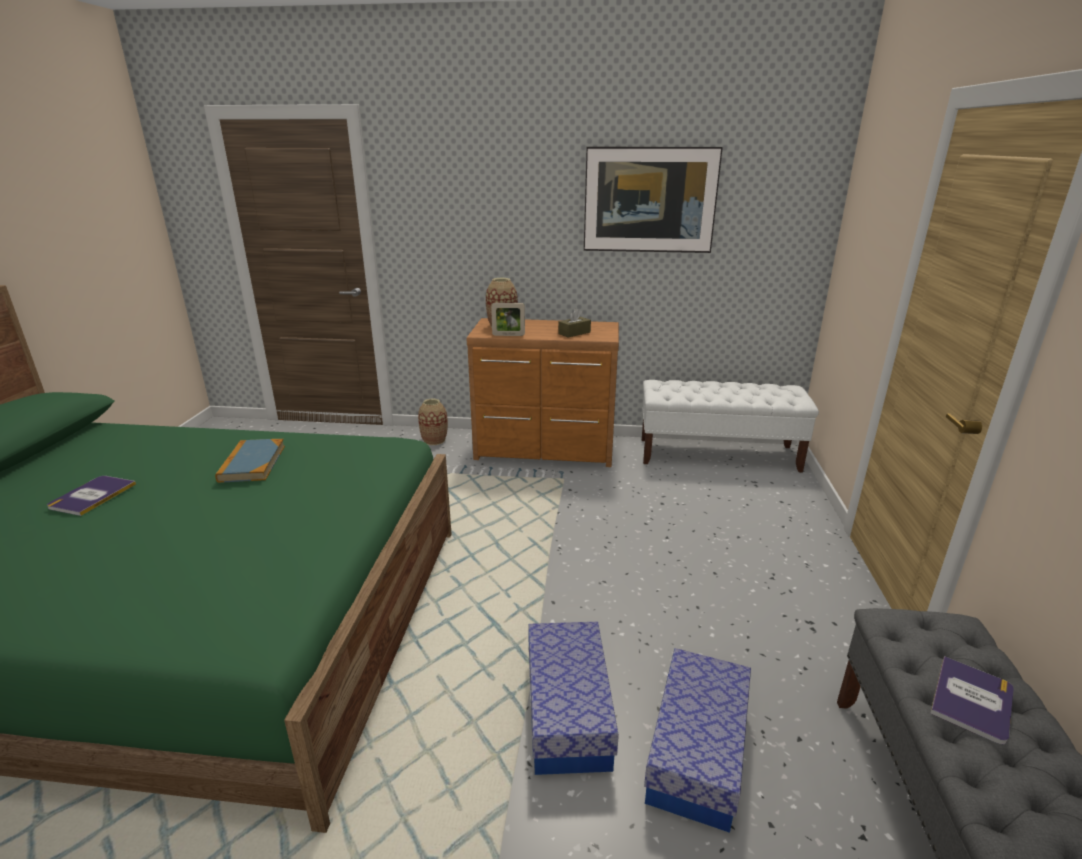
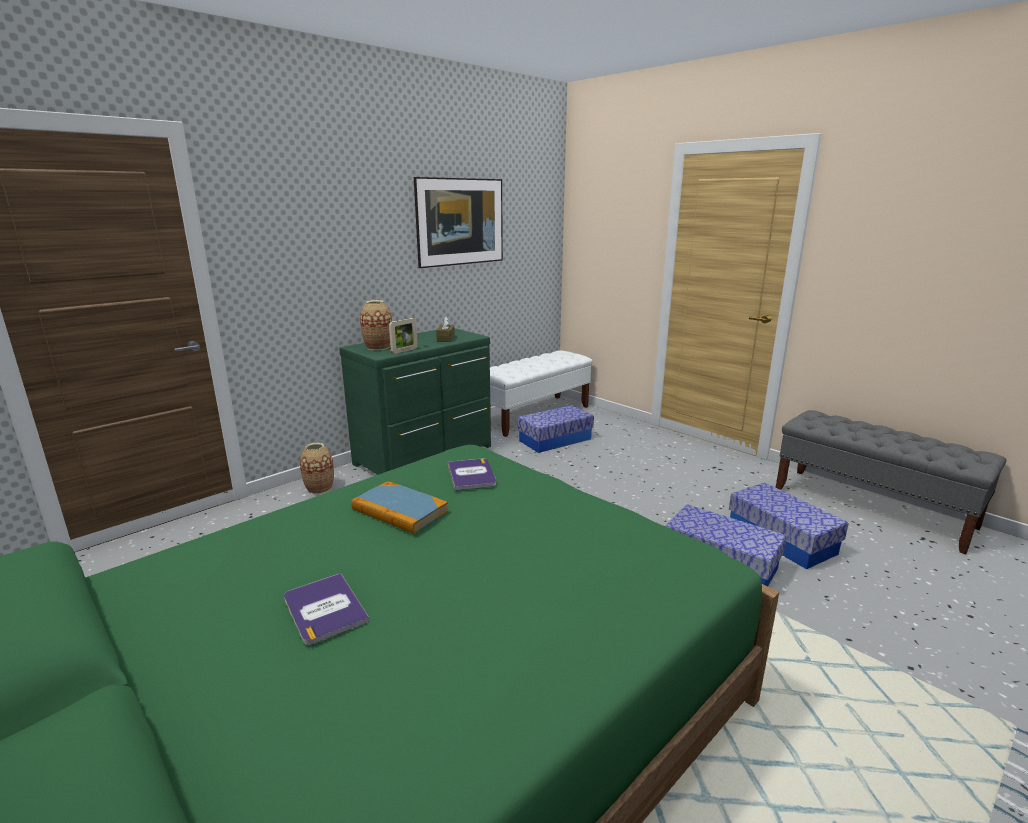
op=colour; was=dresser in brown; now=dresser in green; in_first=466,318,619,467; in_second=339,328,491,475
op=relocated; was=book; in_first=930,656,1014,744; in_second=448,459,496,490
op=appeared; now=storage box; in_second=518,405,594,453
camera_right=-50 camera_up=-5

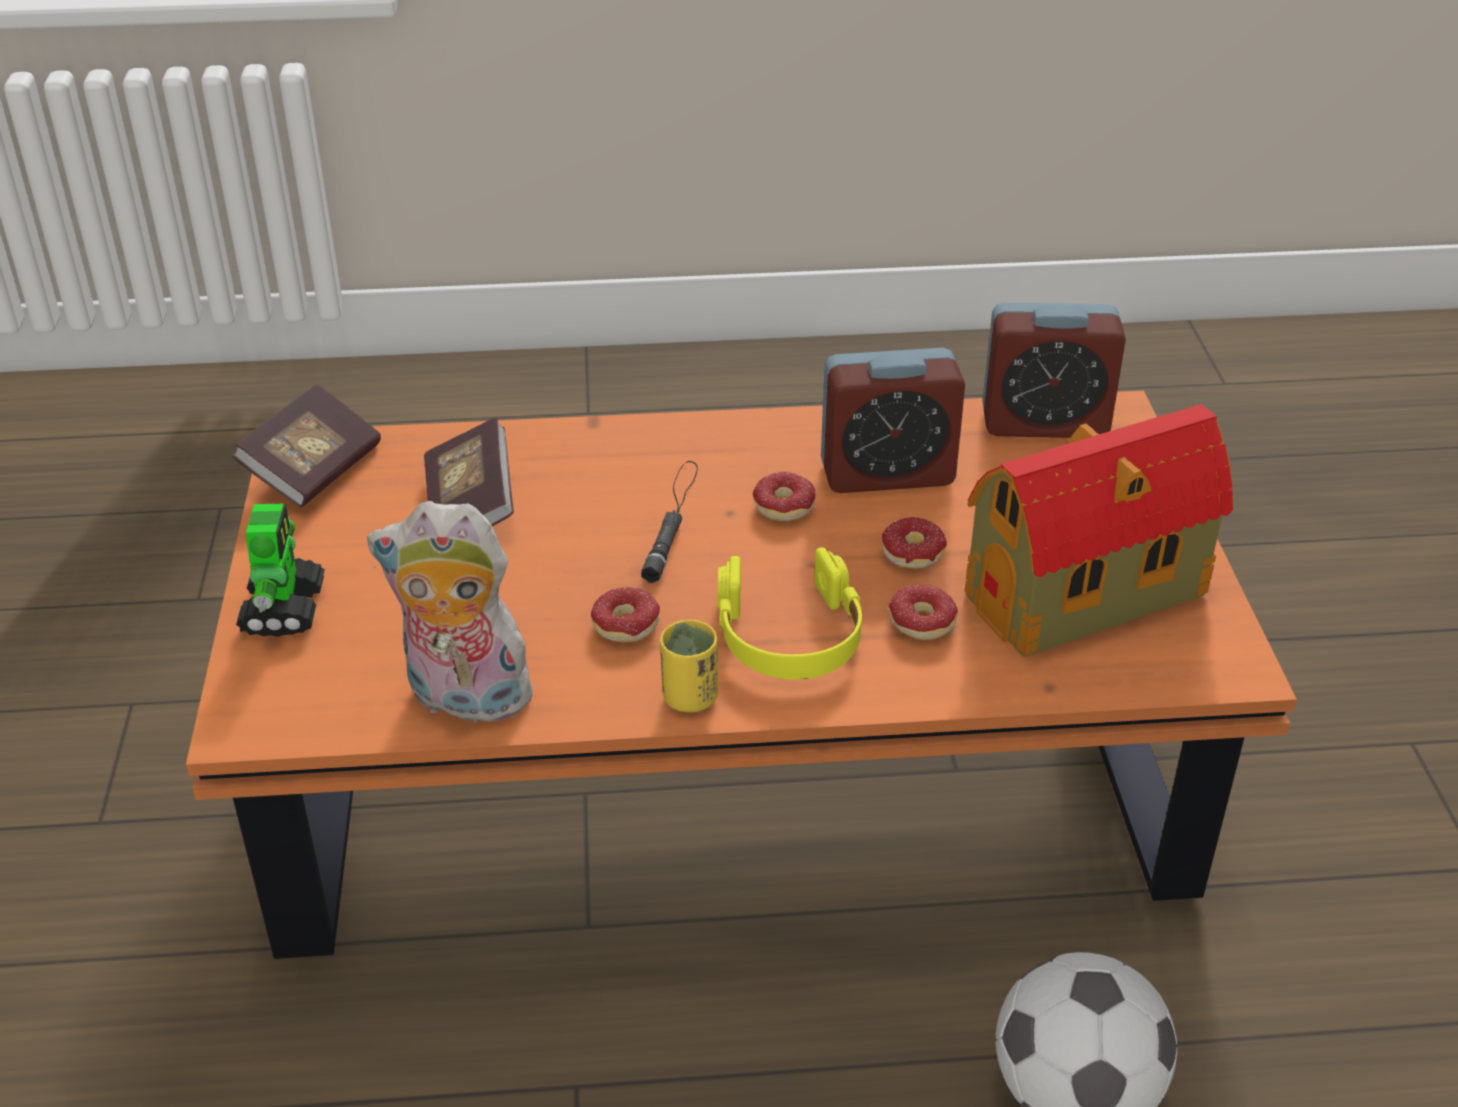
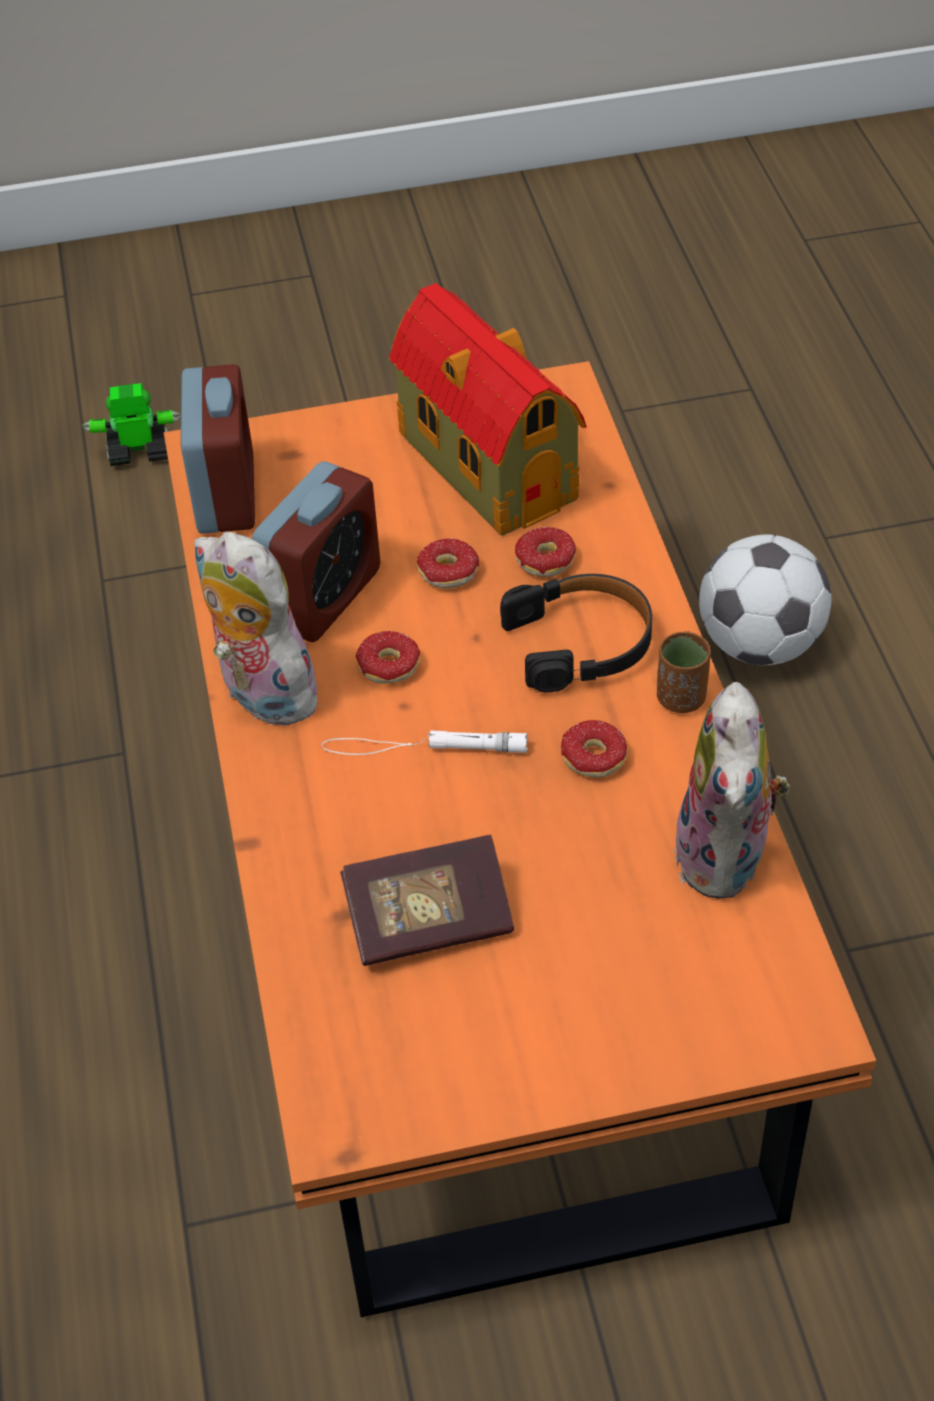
op=relocated; was=toy robot; in_first=236,504,325,637; in_second=82,383,181,466
op=appeared; now=plush toy; in_second=194,532,330,726
op=spun; was=alarm clock; in_first=821,348,965,493; in_second=252,461,380,642; clockwise=45
op=colour; was=flashlight in black; now=flashlight in white; in_first=641,461,698,583; in_second=322,730,528,755
op=colour; was=headphones in yellow; now=headphones in black; in_first=718,547,862,680; in_second=500,574,652,693
op=colour; was=cup in yellow; now=cup in brown; in_first=660,619,718,712; in_second=657,631,711,713
op=missing; was=book; in_first=233,384,381,508
camera_right=-95 camera_up=10

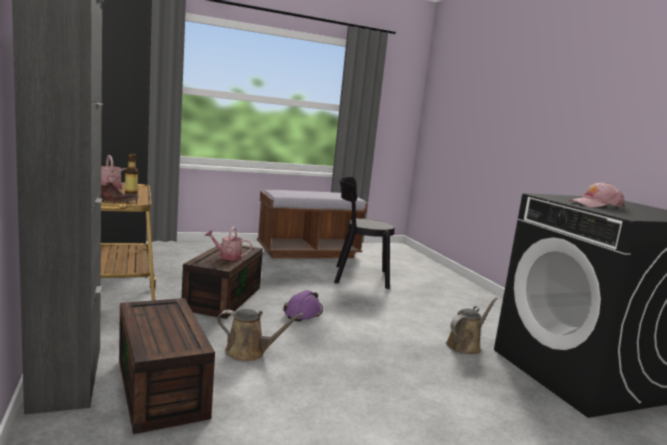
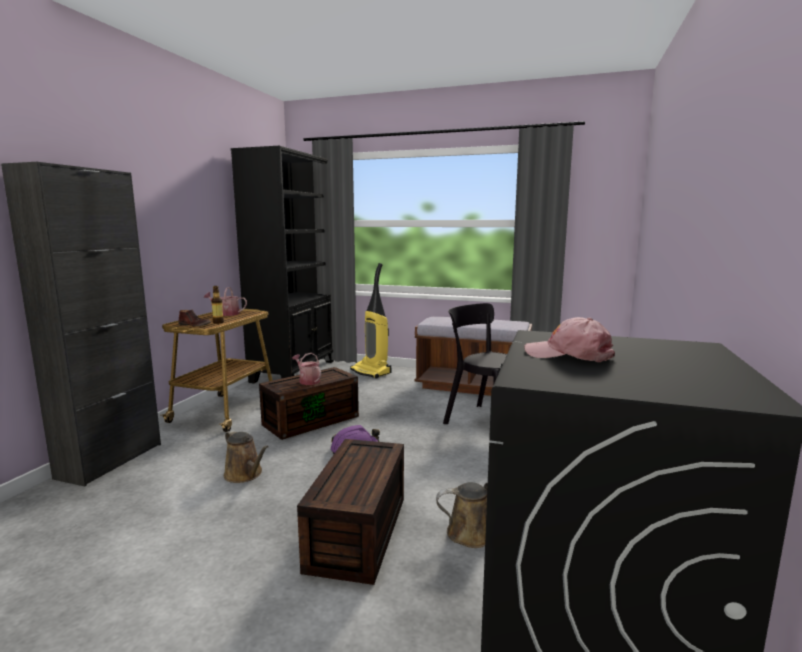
op=relocated; was=storage box in brown; in_first=119,298,215,434; in_second=297,439,404,585
op=appeared; now=vacuum cleaner; in_second=350,263,391,379
camera_right=40 camera_up=0

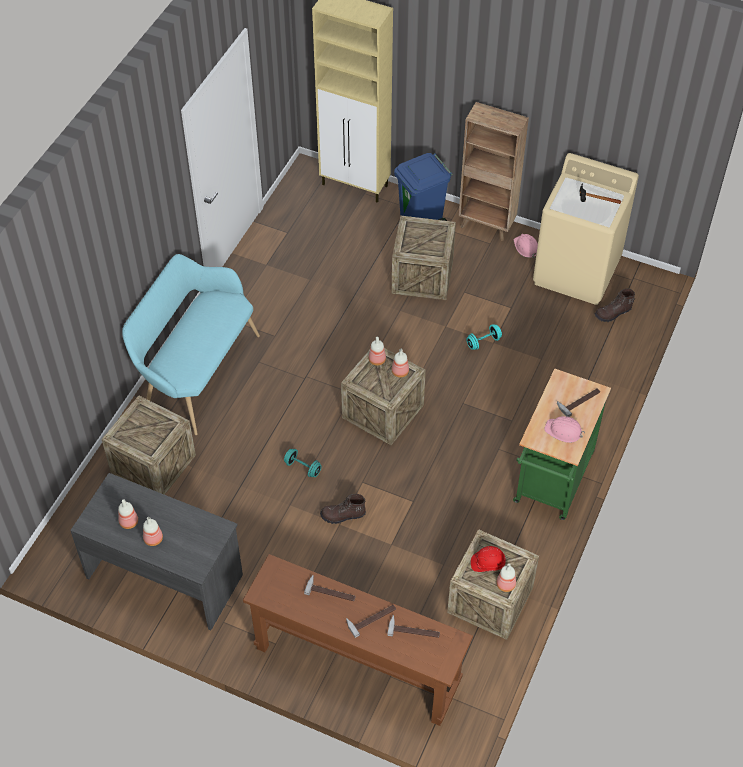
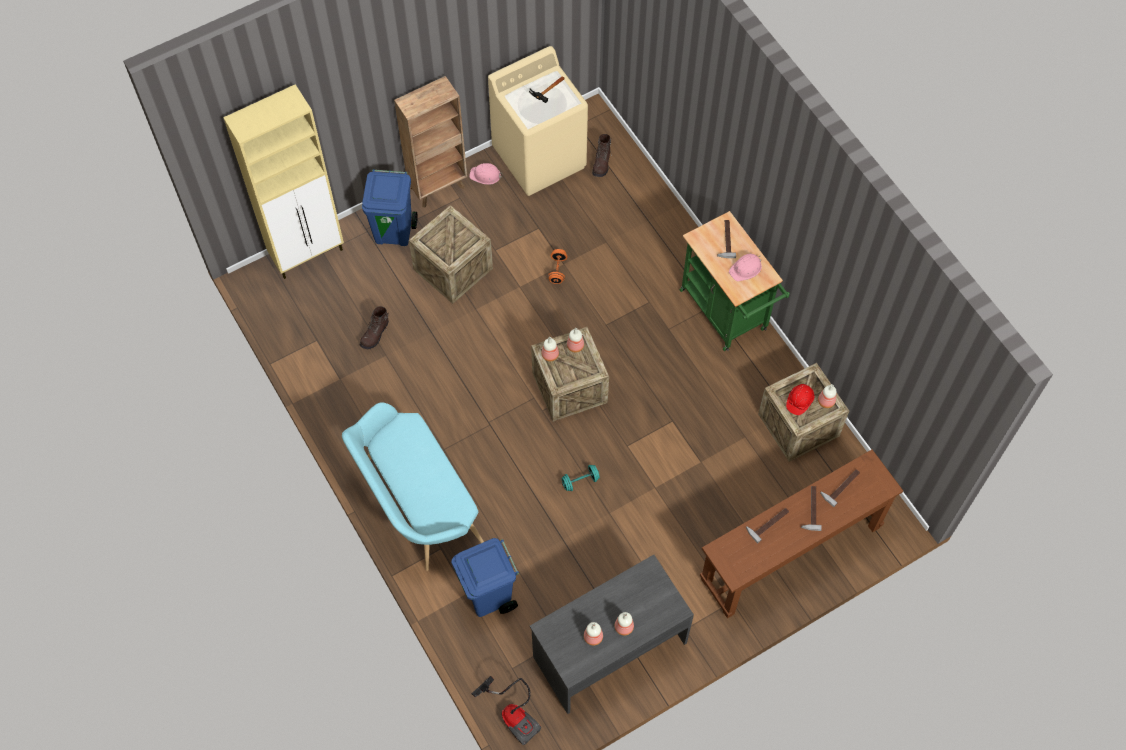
op=relocated; was=boot in brown; in_first=320,494,366,524; in_second=360,306,389,349
op=exchanged; was=crate; now=trash can in blue; in_first=102,395,196,495; in_second=451,538,519,617
op=appeared; now=vacuum cleaner; in_second=472,676,541,745
op=colour; was=dumbbell in turquoise; now=dumbbell in orange; in_first=466,324,502,350; in_second=548,249,567,284
camera_right=-55 camera_up=10

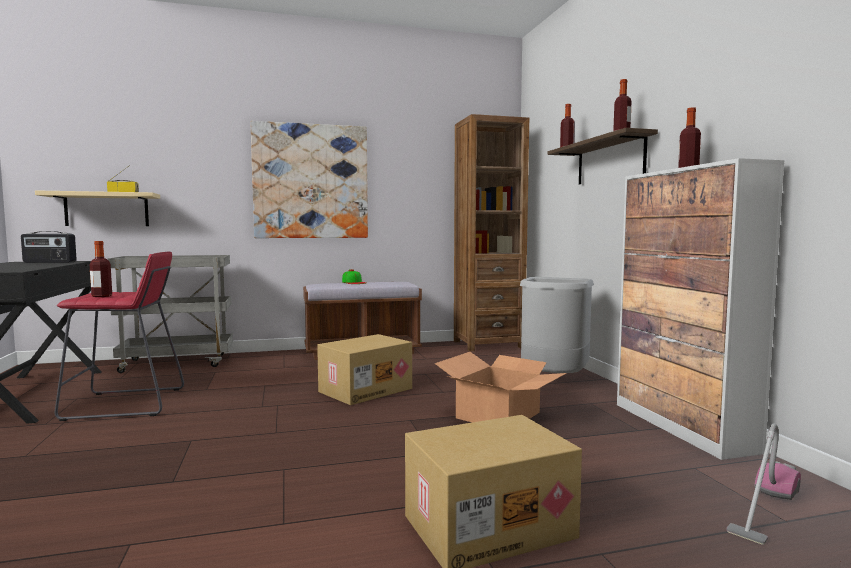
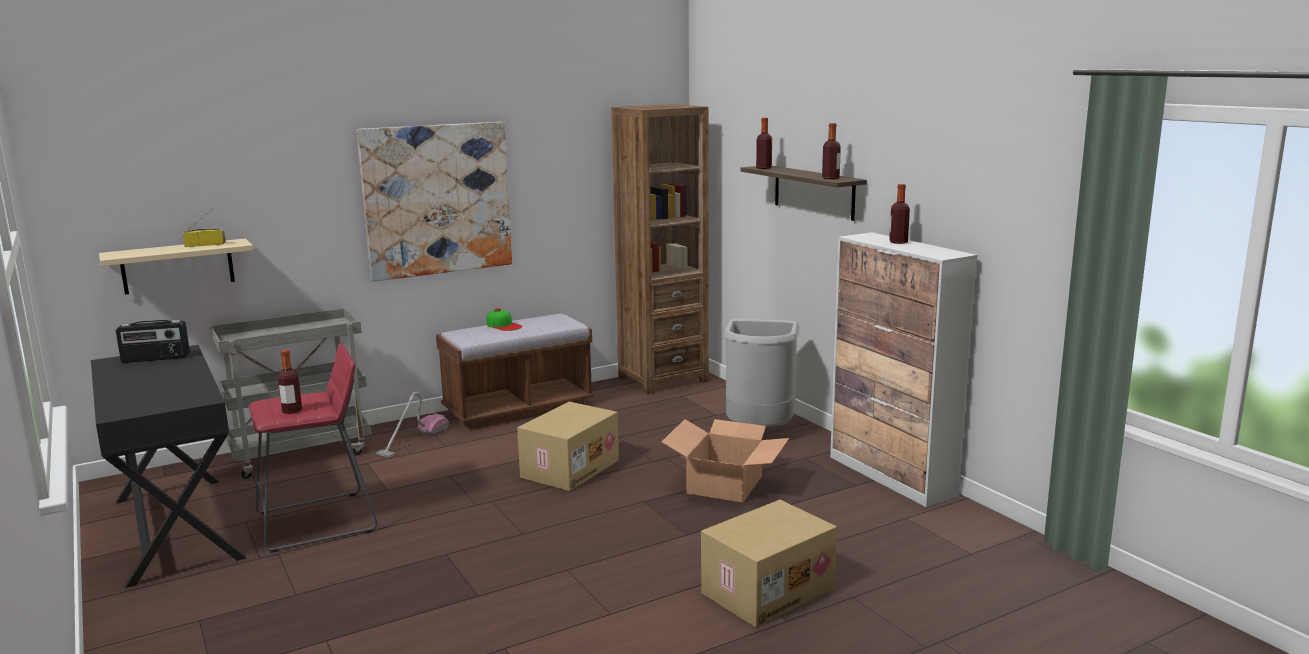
op=relocated; was=vacuum cleaner; in_first=726,423,801,545; in_second=376,392,449,457
camera_right=-15 camera_up=10

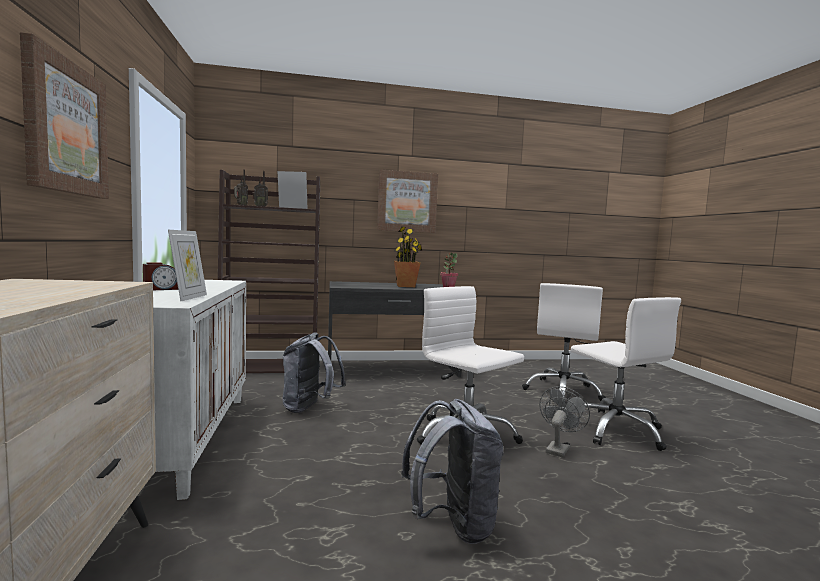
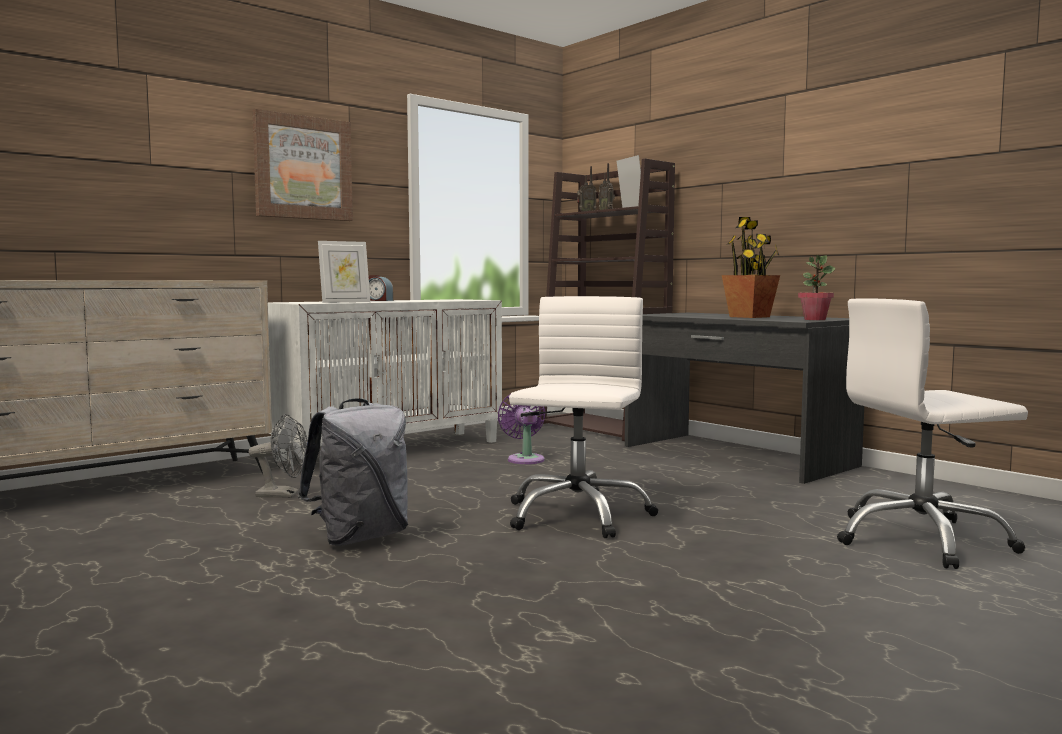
op=relocated; was=fan in grey; in_first=539,386,590,458; in_second=249,414,308,498
op=exchanged; was=backpack in grey; now=fan in purple; in_first=282,333,346,413; in_second=498,395,545,464
op=missing; was=picture; in_first=377,169,438,233
op=missing; was=office chair in white; in_first=571,297,681,451
camera_right=60 camera_up=0

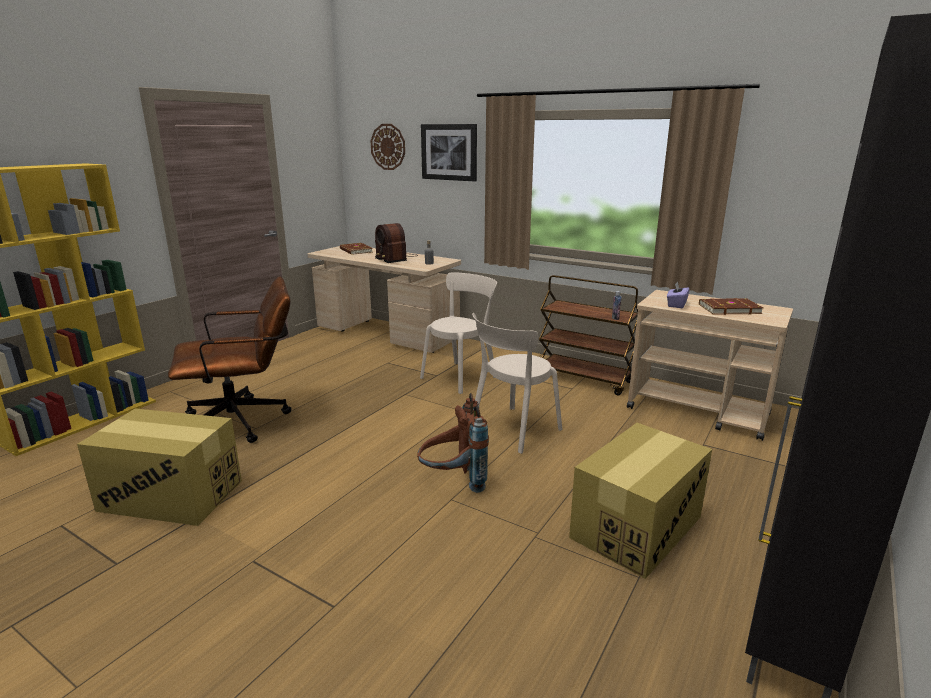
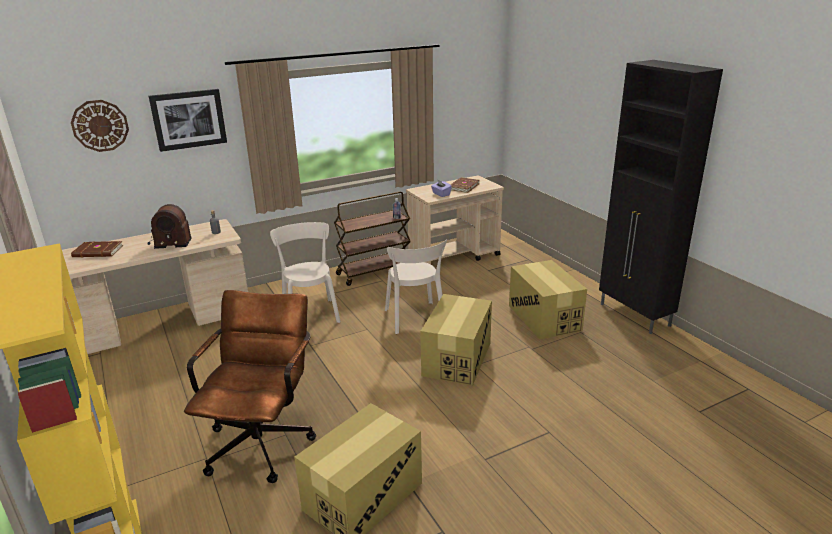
op=exchanged; was=backpack in brown; now=cardboard box; in_first=417,393,489,493; in_second=420,294,492,386
camera_right=-60 camera_up=5

